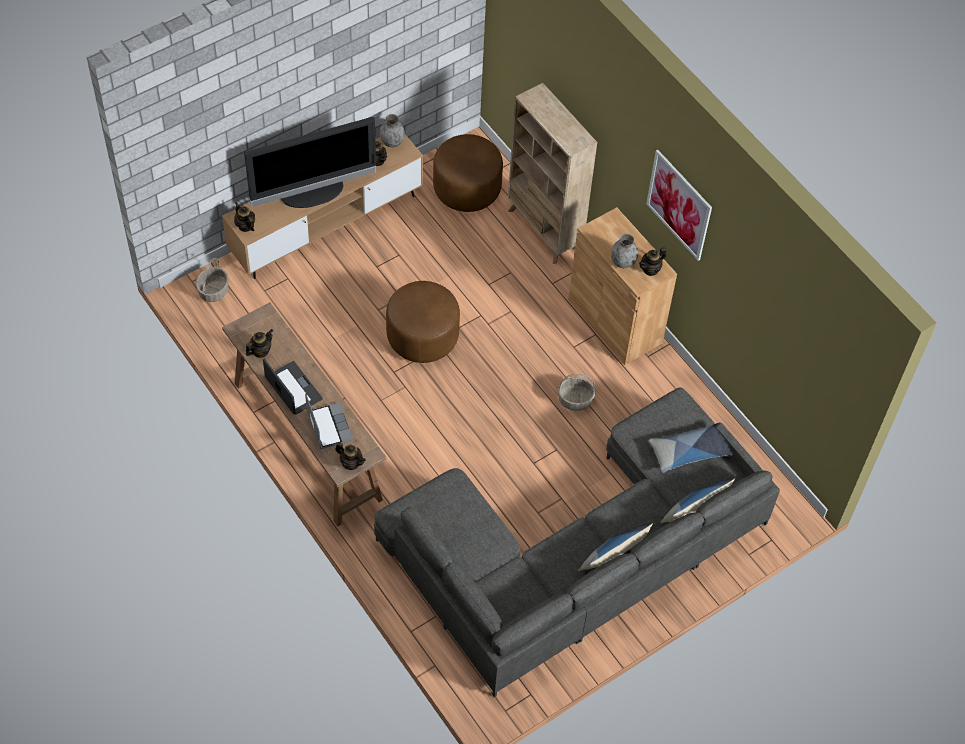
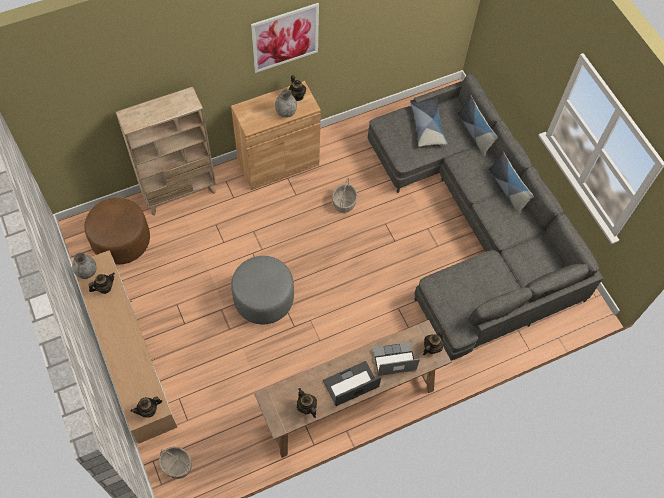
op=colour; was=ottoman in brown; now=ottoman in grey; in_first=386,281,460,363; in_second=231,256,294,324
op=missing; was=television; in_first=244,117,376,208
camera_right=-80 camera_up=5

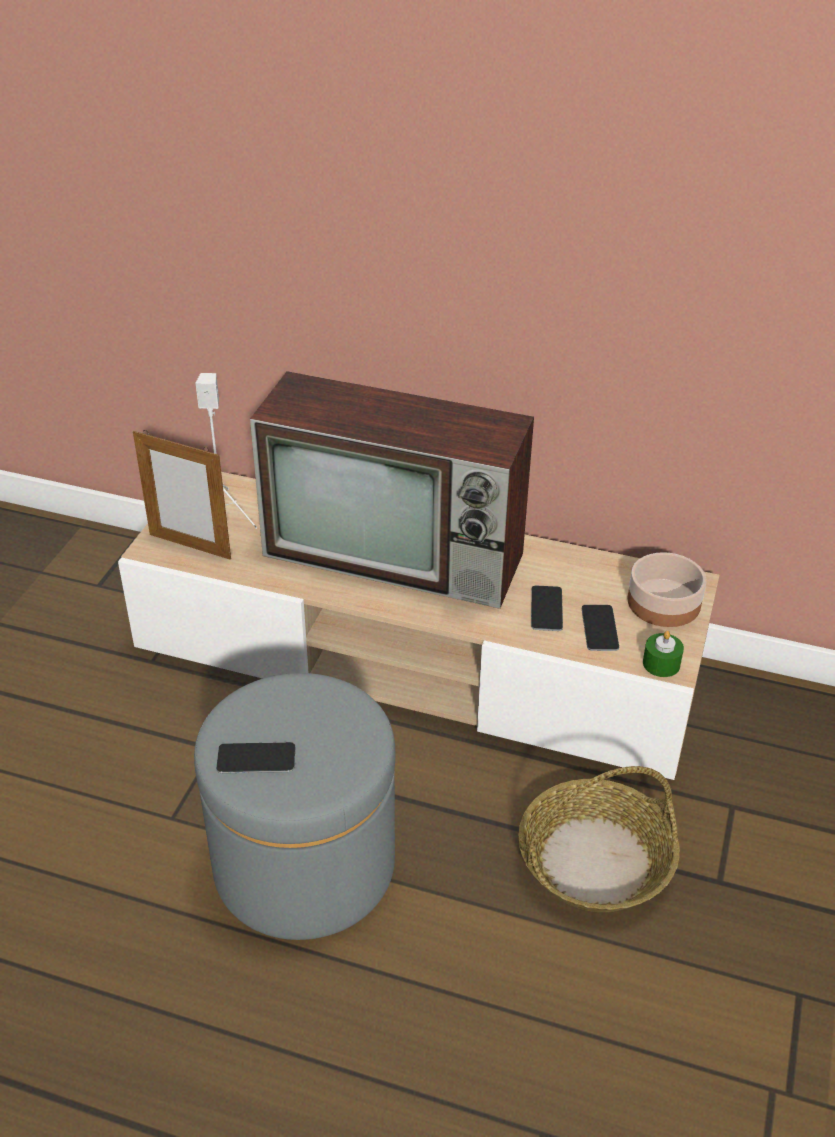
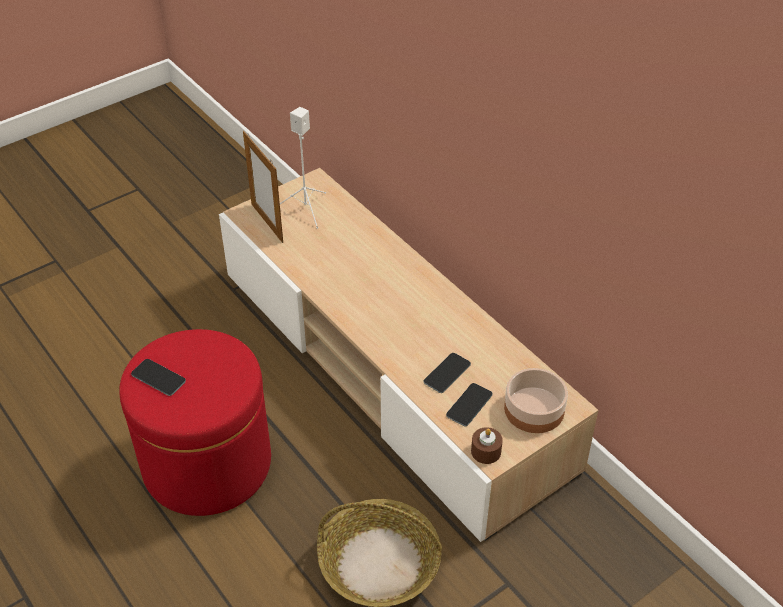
op=colour; was=ottoman in grey; now=ottoman in red; in_first=194,673,395,940; in_second=119,329,271,516
op=colour; was=candle in green; now=candle in brown; in_first=643,631,684,677; in_second=471,427,503,464
op=missing; was=television; in_first=250,371,534,609
camera_right=35 camera_up=5

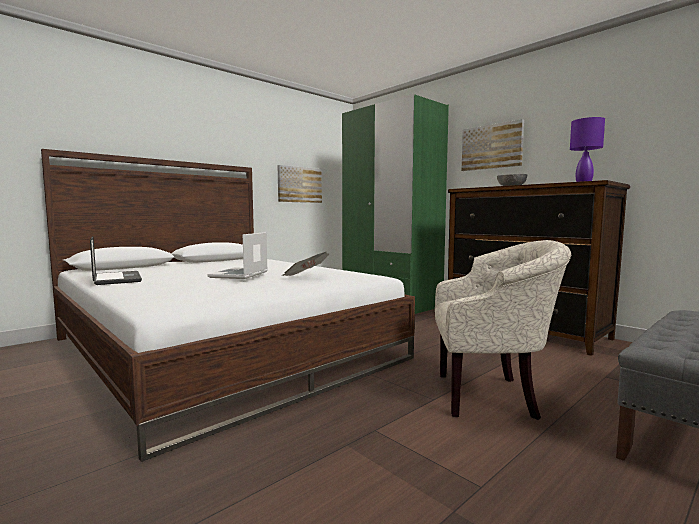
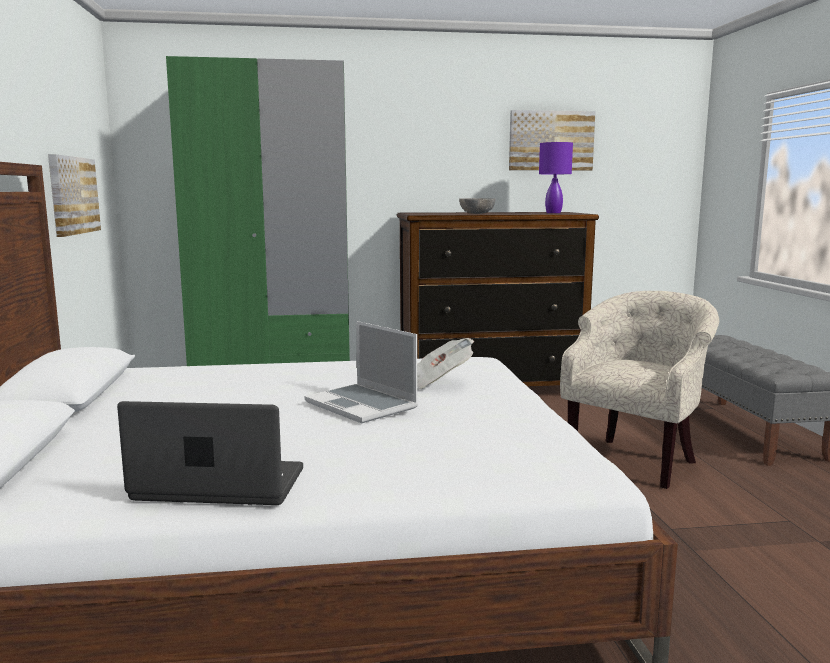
op=relocated; was=picture; in_first=462,119,524,171; in_second=509,110,595,171
camera_right=-55 camera_up=5

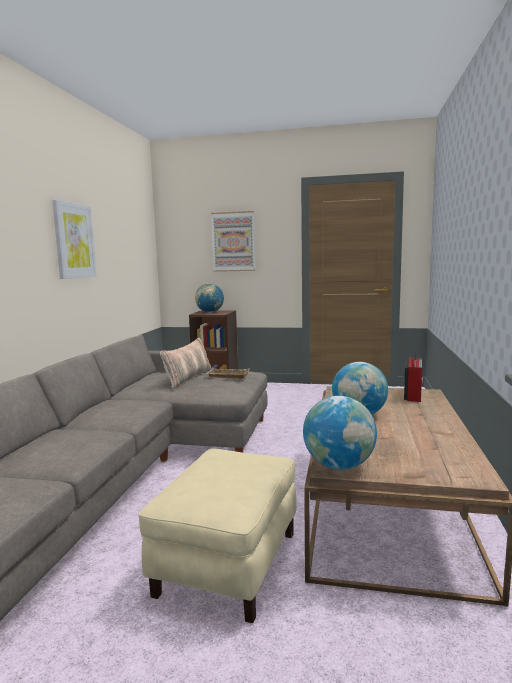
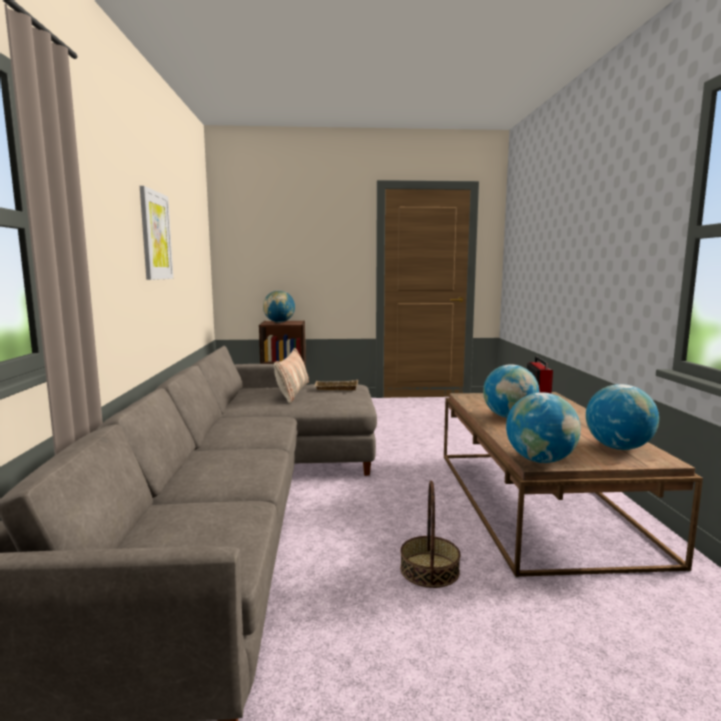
op=exchanged; was=ottoman in beige; now=basket; in_first=138,448,297,623; in_second=400,481,461,588
op=appeared; now=globe; in_second=586,384,659,450
op=missing; was=picture; in_first=211,211,255,272
camera_right=-15 camera_up=0

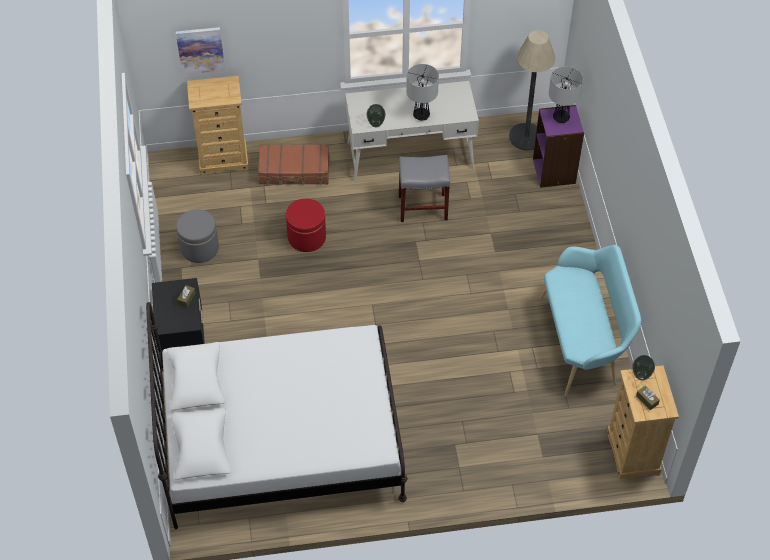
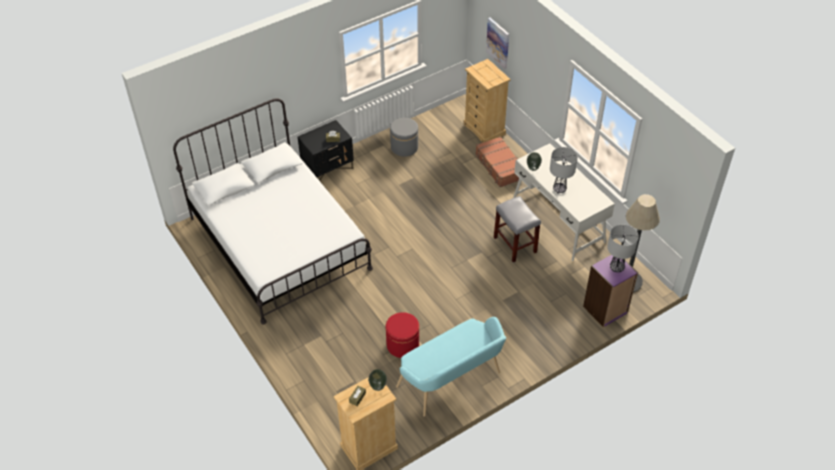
op=relocated; was=ottoman in red; in_first=286,199,326,252; in_second=386,312,419,358
camera_right=65 camera_up=-5

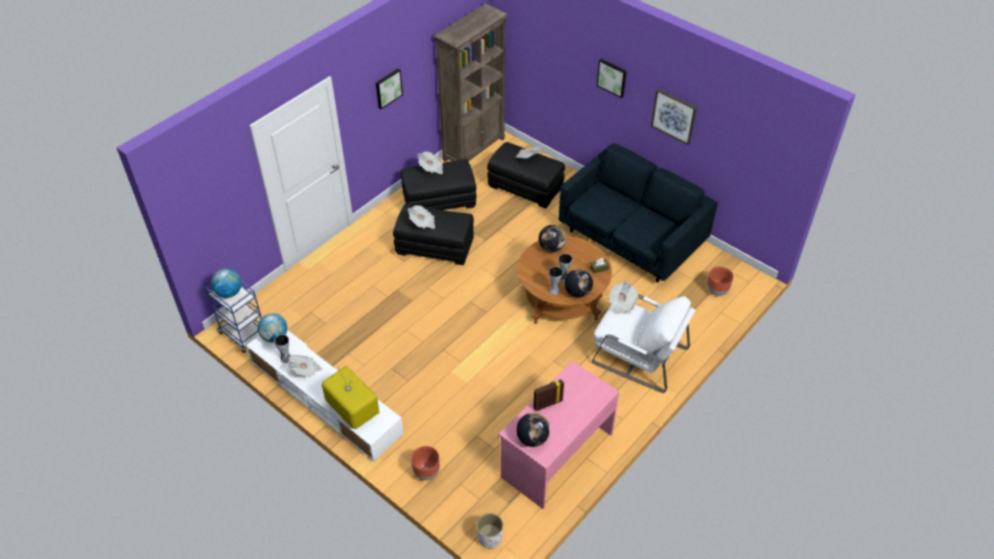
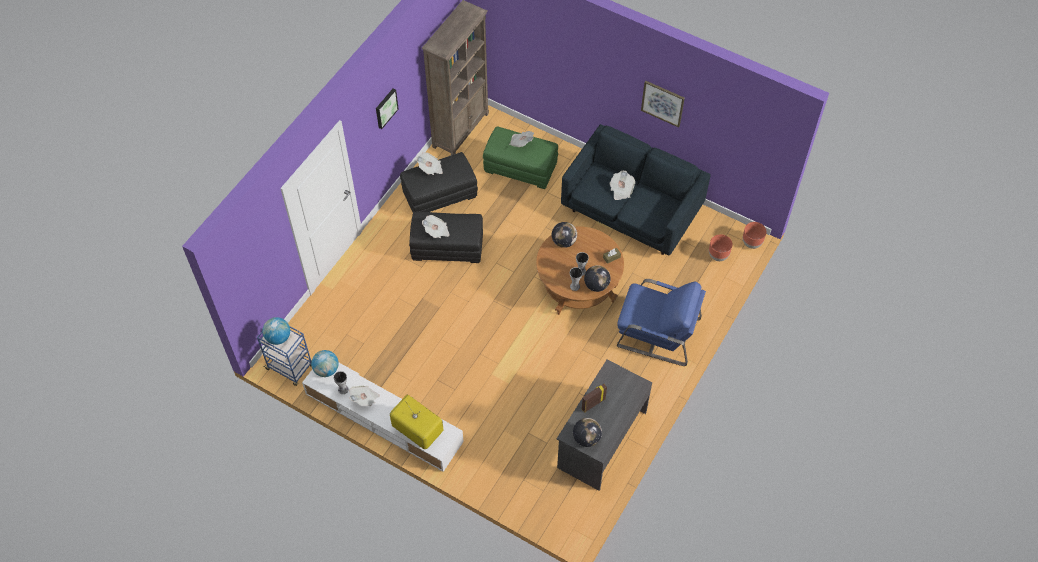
op=colour; was=ottoman in black; now=ottoman in green; in_first=487,142,565,209; in_second=483,127,558,189
op=colour; was=desk in pink; now=desk in grey; in_first=498,361,619,509; in_second=557,360,652,491
op=relocated; was=newspaper; in_first=609,282,638,314; in_second=610,171,635,200
op=colour; was=armchair in white; now=armchair in blue; in_first=592,294,696,393; in_second=617,279,706,366
op=relocated; was=planter in brown; in_first=411,446,440,480; in_second=743,222,767,249
op=missing; was=planter in white; in_first=476,513,503,549
op=missing; was=picture; in_first=597,59,626,98
camera_right=-10 camera_up=10

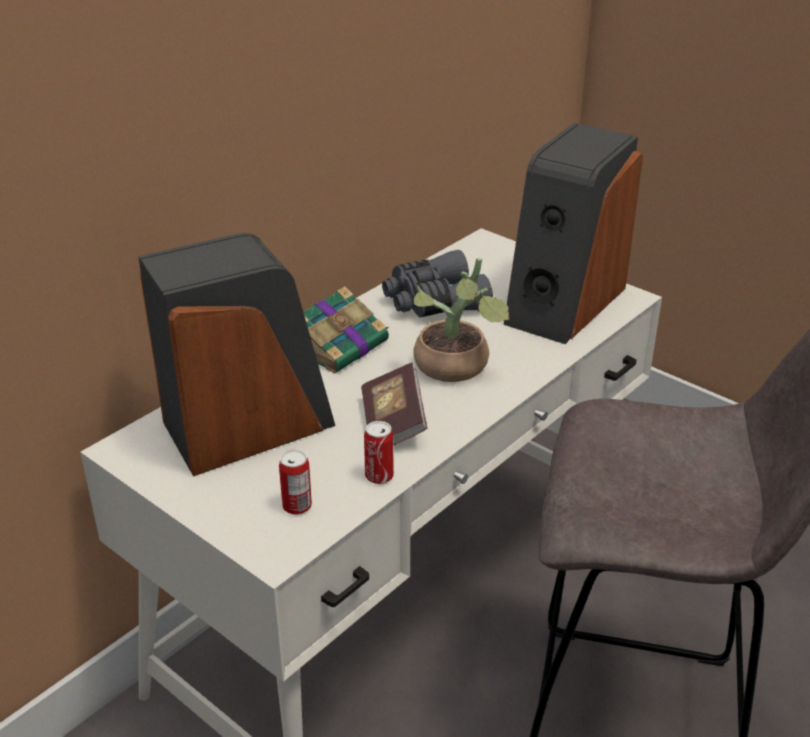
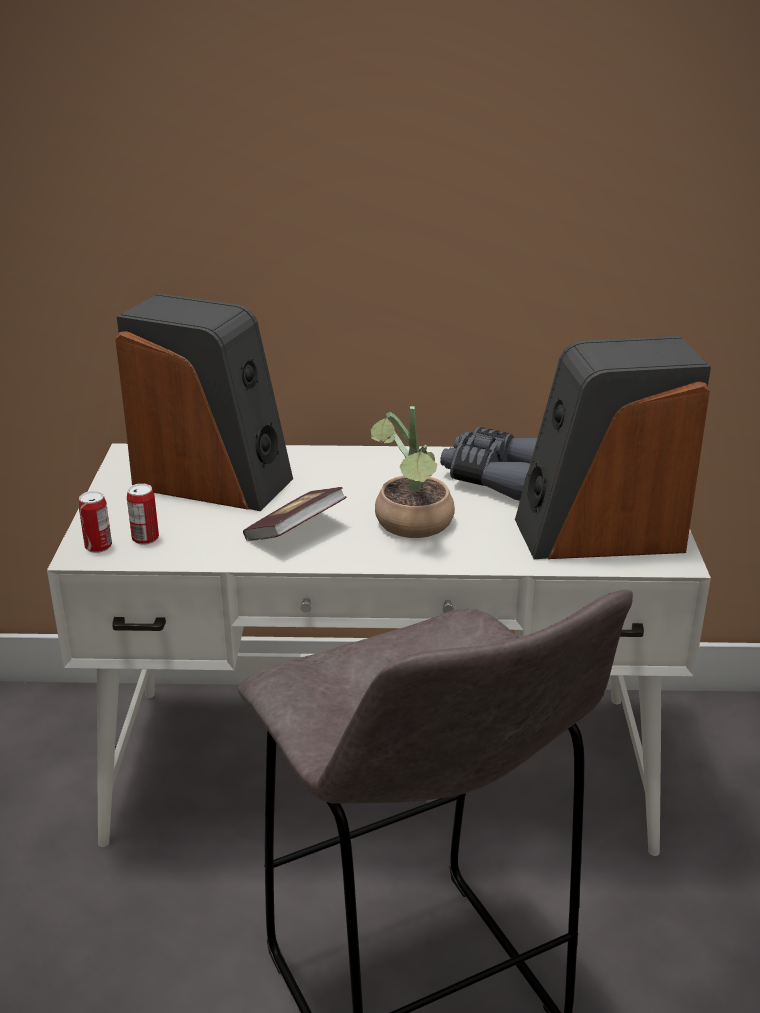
op=relocated; was=can; in_first=364,421,394,484; in_second=79,491,112,553
op=missing; was=book; in_first=303,286,389,373
camera_right=50 camera_up=-5

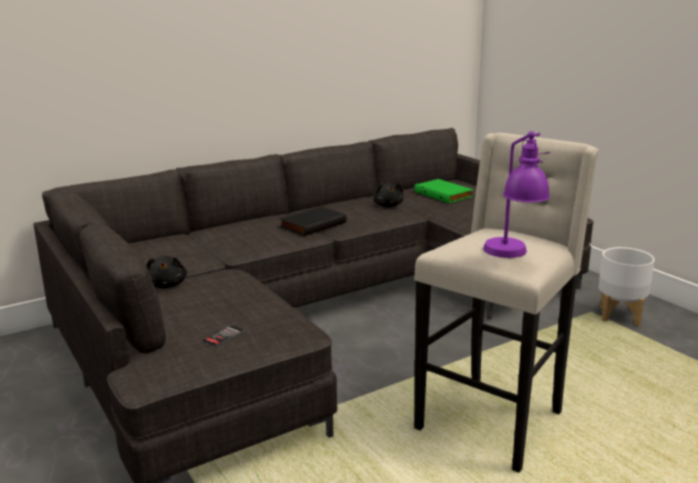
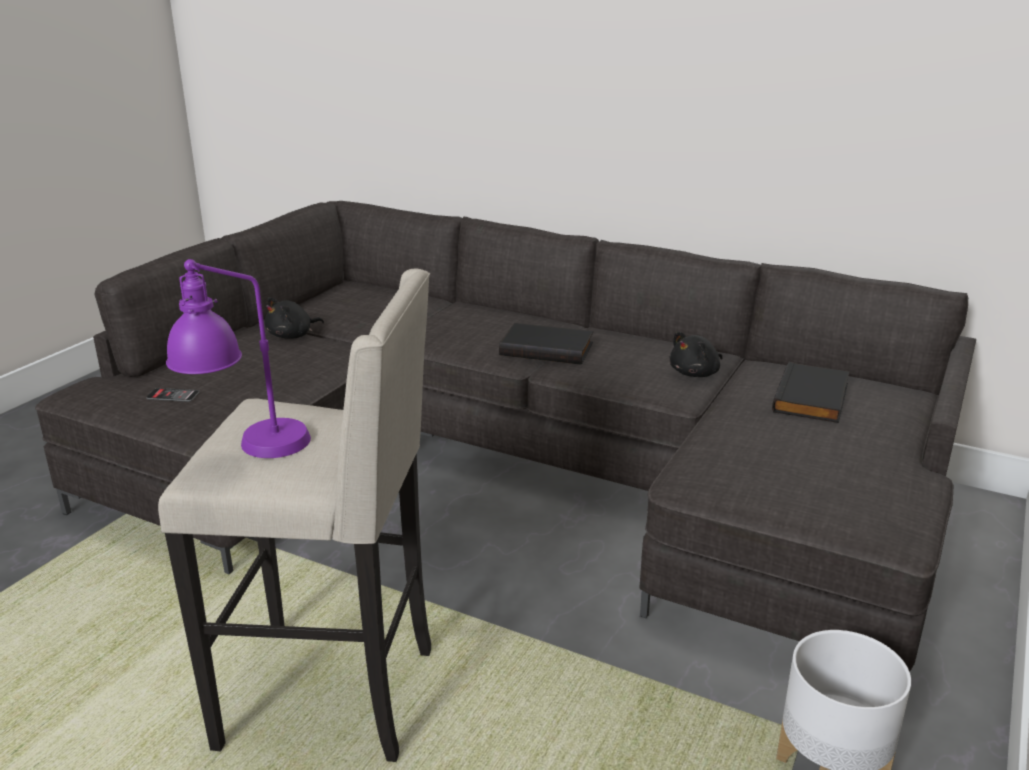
op=colour; was=book in green; now=book in black; in_first=414,179,474,203; in_second=772,362,849,423
camera_right=60 camera_up=5

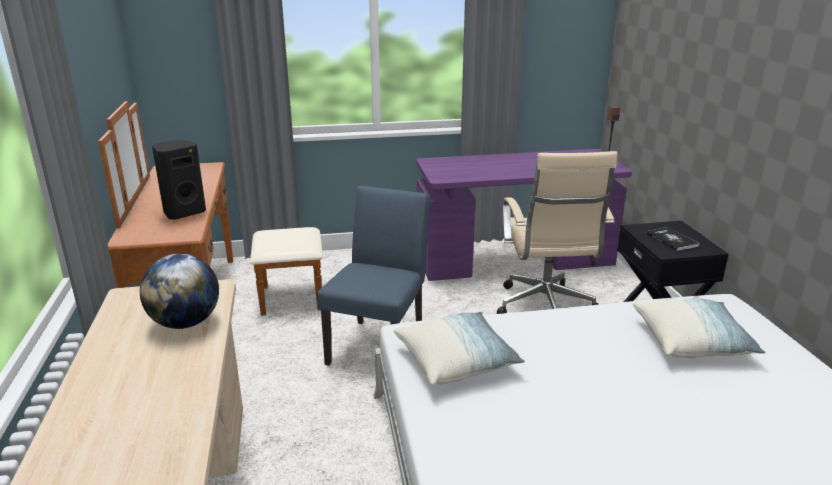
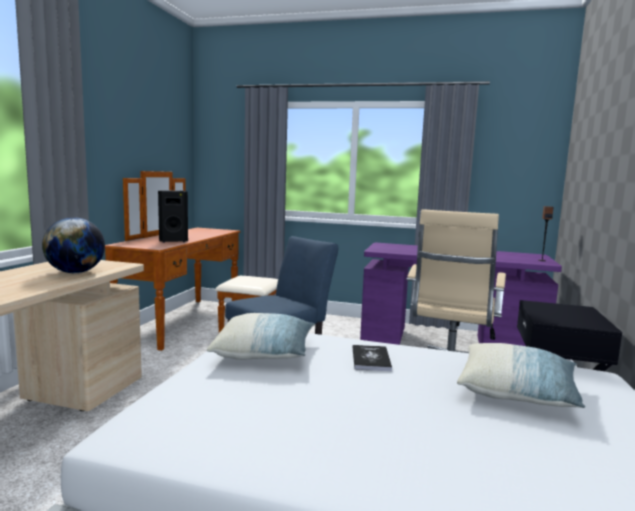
op=relocated; was=book; in_first=646,227,700,251; in_second=352,345,392,371
camera_right=25 camera_up=-15

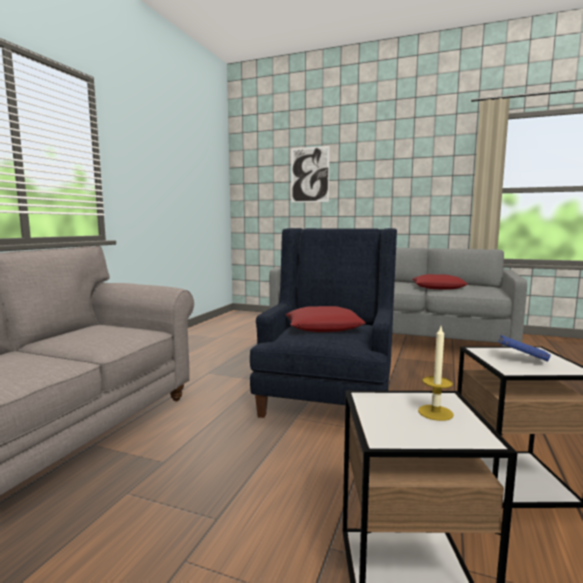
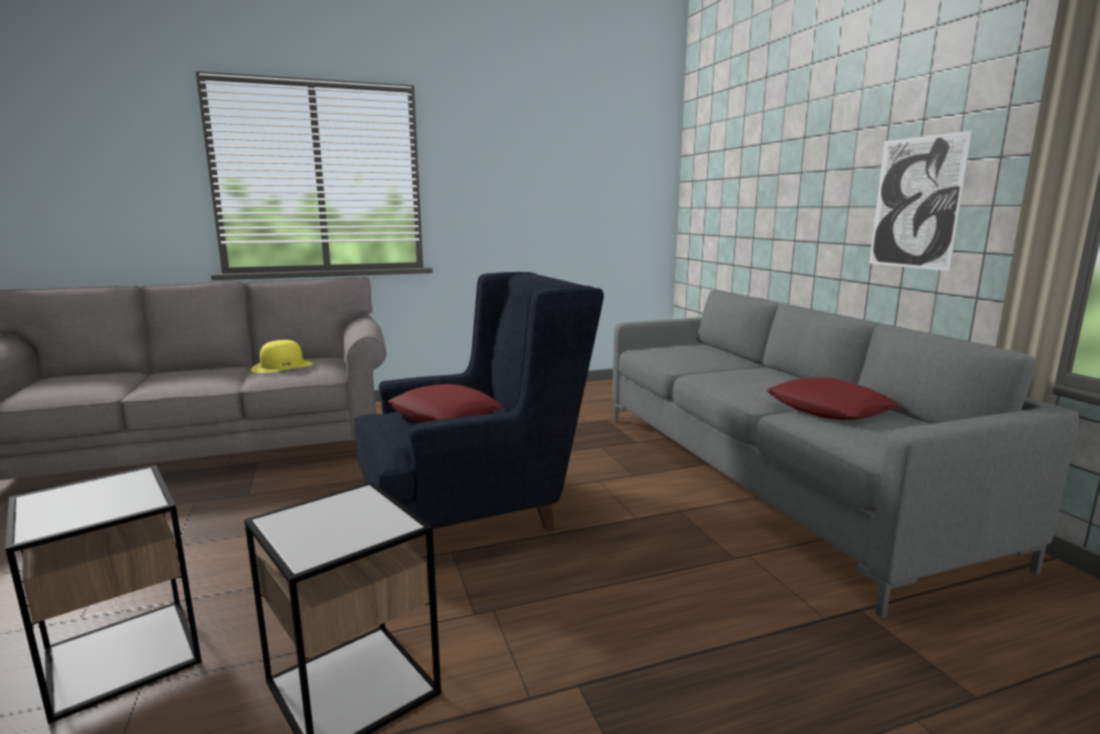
op=appeared; now=hat in yellow; in_second=251,340,313,373
op=relocated; was=picture; in_first=291,146,330,202; in_second=869,130,972,271
op=missing; was=candle; in_first=418,327,453,421
op=missing; was=book in blue; in_first=497,335,551,362
camera_right=50 camera_up=5

